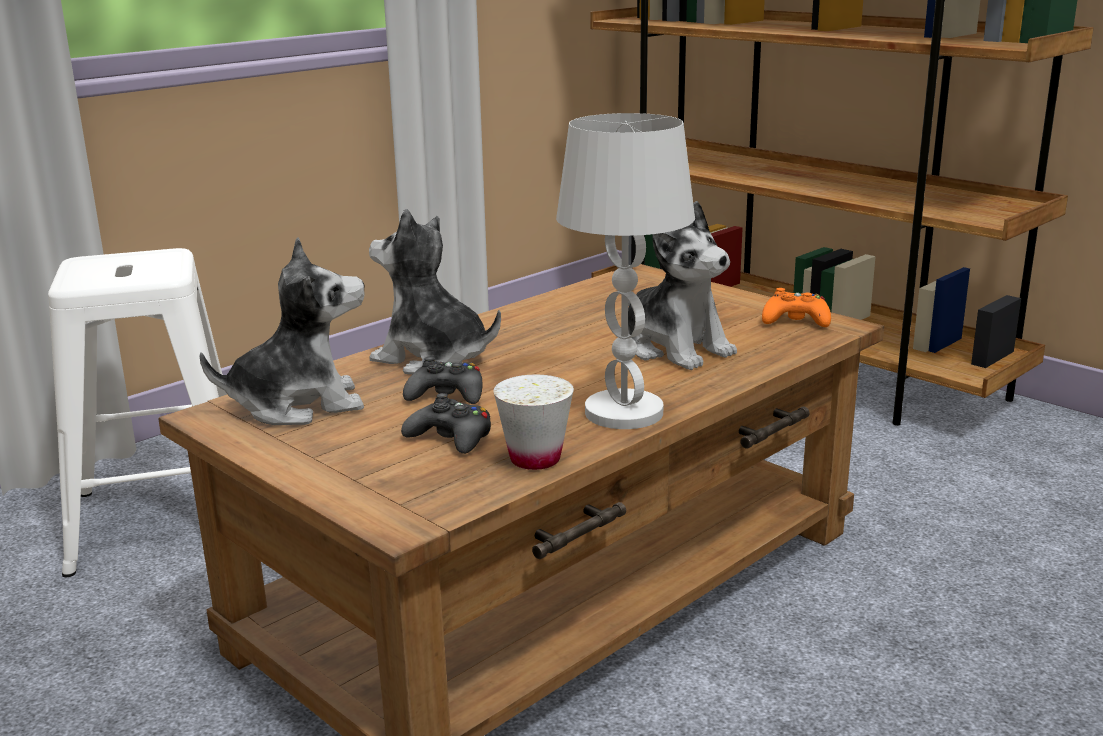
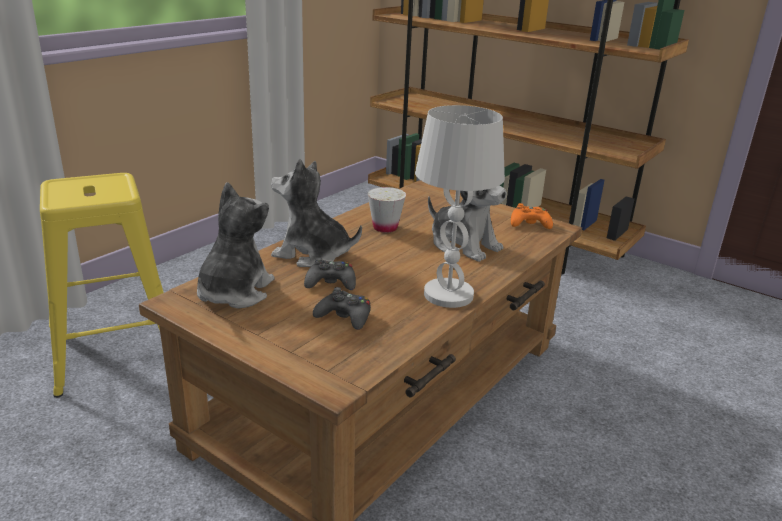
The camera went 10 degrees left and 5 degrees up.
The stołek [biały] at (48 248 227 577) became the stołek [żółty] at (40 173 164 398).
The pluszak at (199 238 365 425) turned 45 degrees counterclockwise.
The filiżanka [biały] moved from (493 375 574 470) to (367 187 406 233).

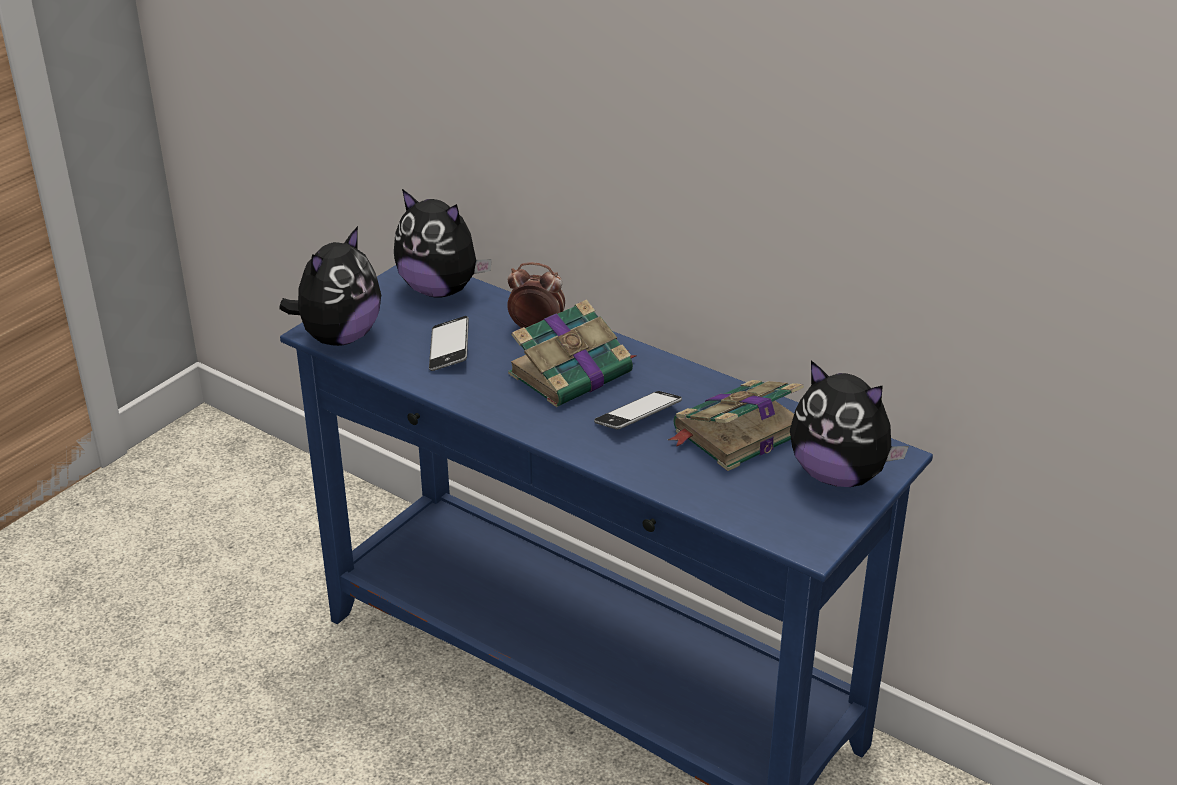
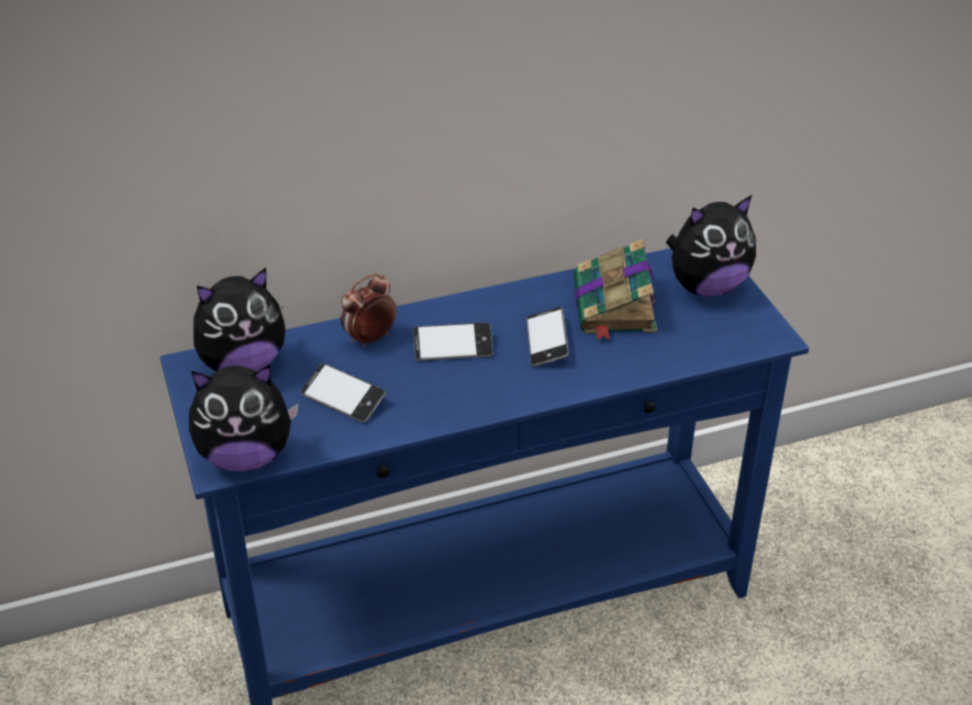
The camera went 55 degrees left and 5 degrees up.
The pluszak at (279 226 381 346) turned 105 degrees clockwise.
The książka at (508 299 637 407) was replaced by the telefon at (413 322 493 361).

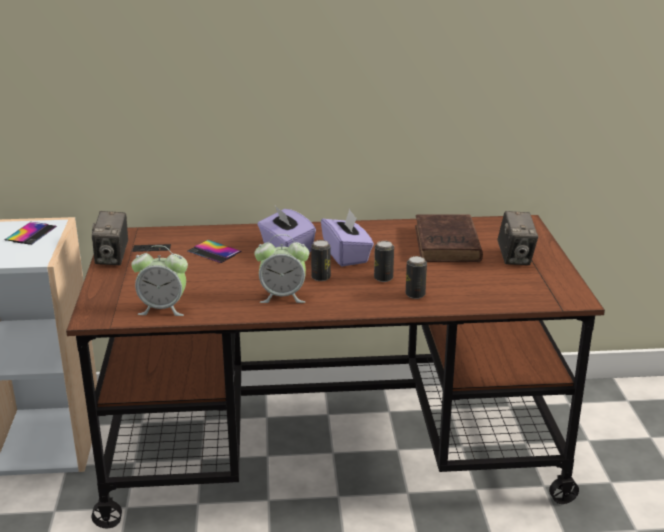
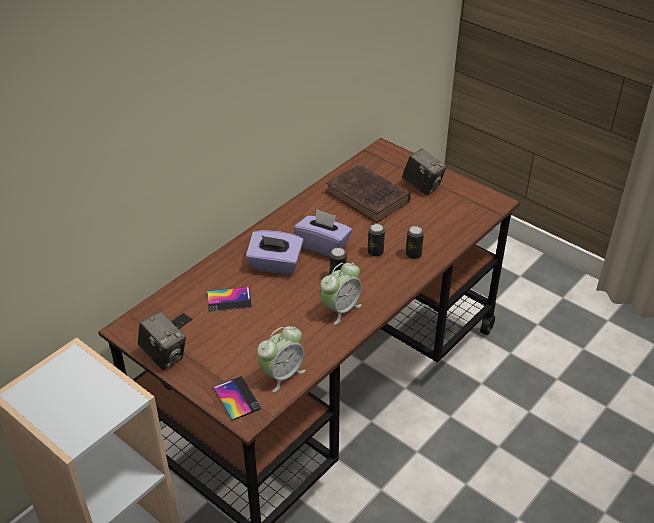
The camera went 45 degrees left and 15 degrees up.
The telefon moved from (5 222 57 245) to (213 376 262 420).

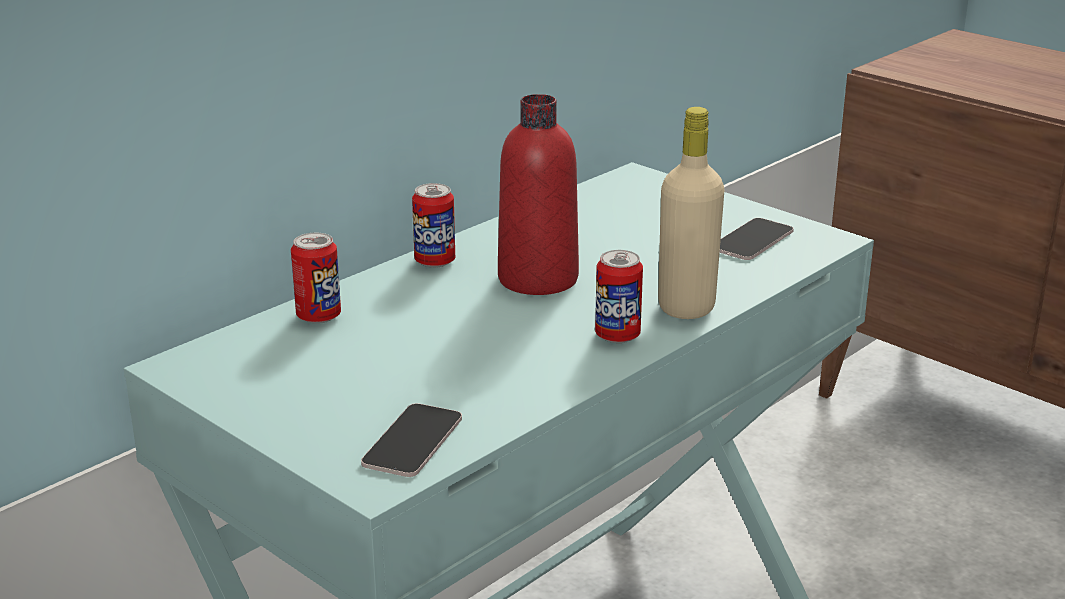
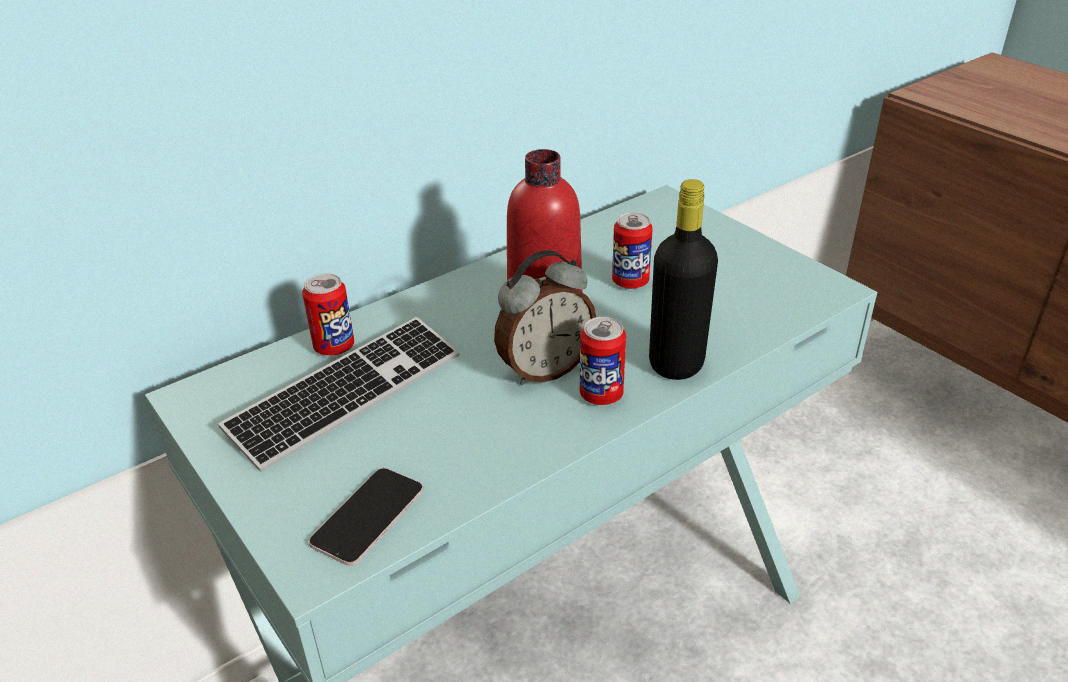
The camera went 10 degrees right and 10 degrees up.
The klawiatura at (219 317 459 472) appeared.
The budzik at (494 250 596 385) appeared.
The puszka moved from (412 183 455 268) to (612 212 653 289).
The butelka [beżowy] at (658 107 725 319) became the butelka [czarny] at (649 179 718 380).
The telefon at (720 218 794 260) disappeared.

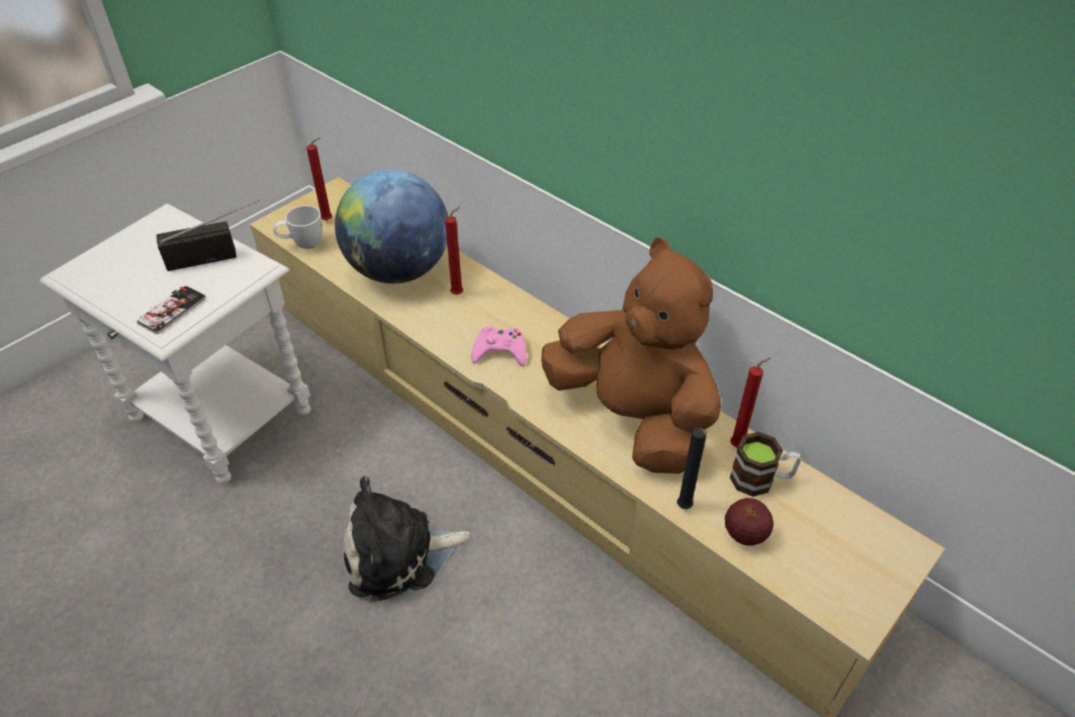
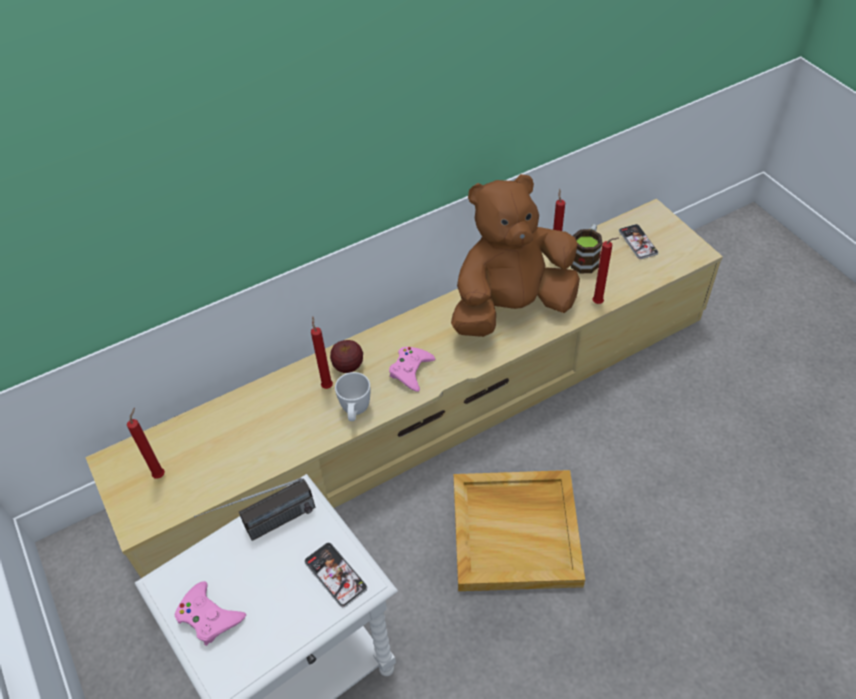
The camera went 70 degrees left and 5 degrees up.
The pad do gier [różowy] at (175 581 246 646) appeared.
The radio at (156 200 260 271) turned 120 degrees counterclockwise.
The jabłko moved from (725 498 774 546) to (330 340 363 373).
The kubek [biały] moved from (273 205 322 249) to (335 372 370 421).
The pluszak at (343 476 470 602) was replaced by the taca [beżowy] at (454 470 585 591).
The świeca [czarny] at (677 427 707 509) became the świeca [czerwony] at (592 237 619 304).
The telefon at (619 224 658 259) appeared.
The globus at (335 170 448 284) disappeared.

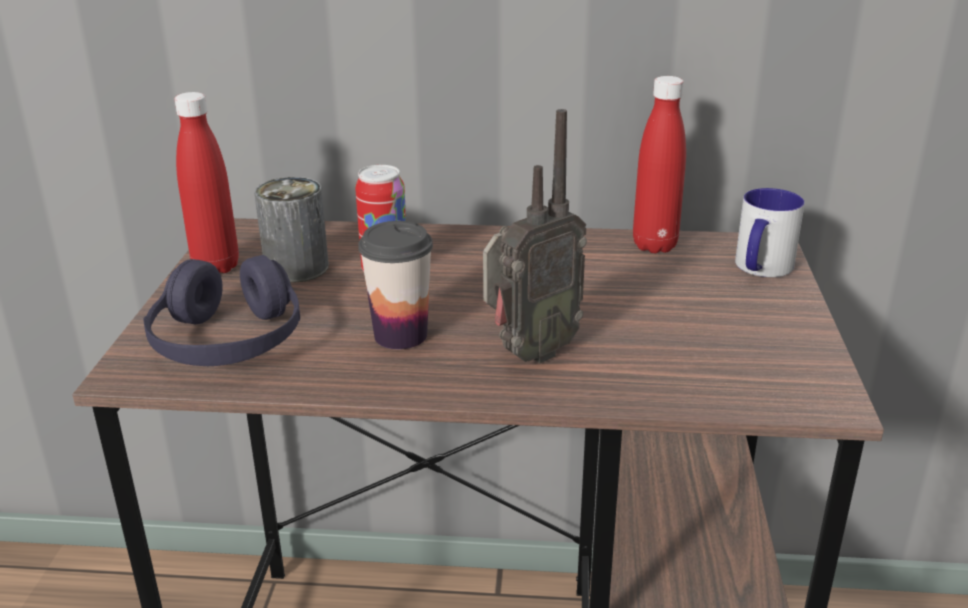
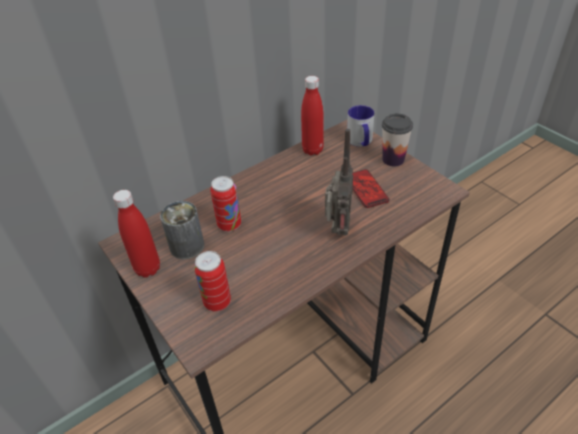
The camera went 40 degrees left and 15 degrees up.
The słuchawki [fioletowy] at (143 255 300 366) was replaced by the puszka at (194 251 231 312).
The telefon at (352 169 390 208) appeared.
The filiżanka moved from (358 221 433 349) to (382 114 413 166).

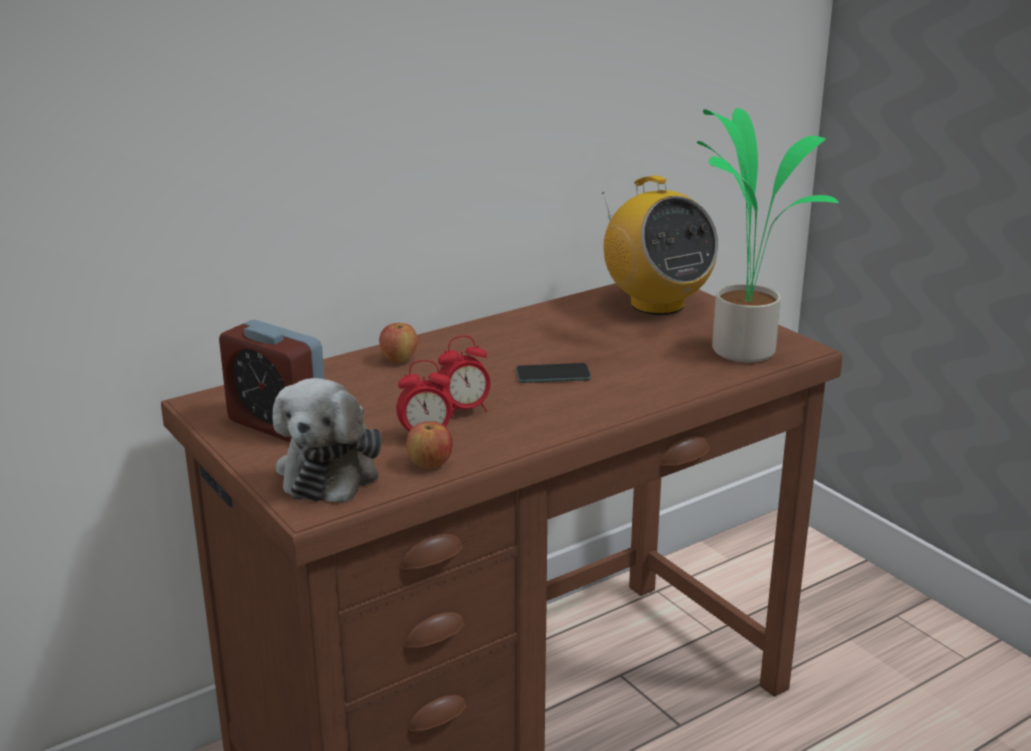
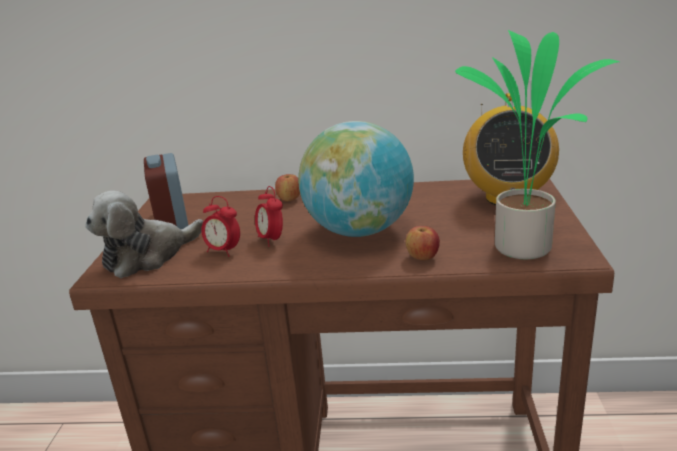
The camera went 40 degrees right and 0 degrees up.
The budzik at (438 336 490 417) turned 45 degrees clockwise.
The telefon at (516 363 591 383) was replaced by the globus at (298 121 414 237).
The jabłko moved from (406 421 453 468) to (405 226 440 260).

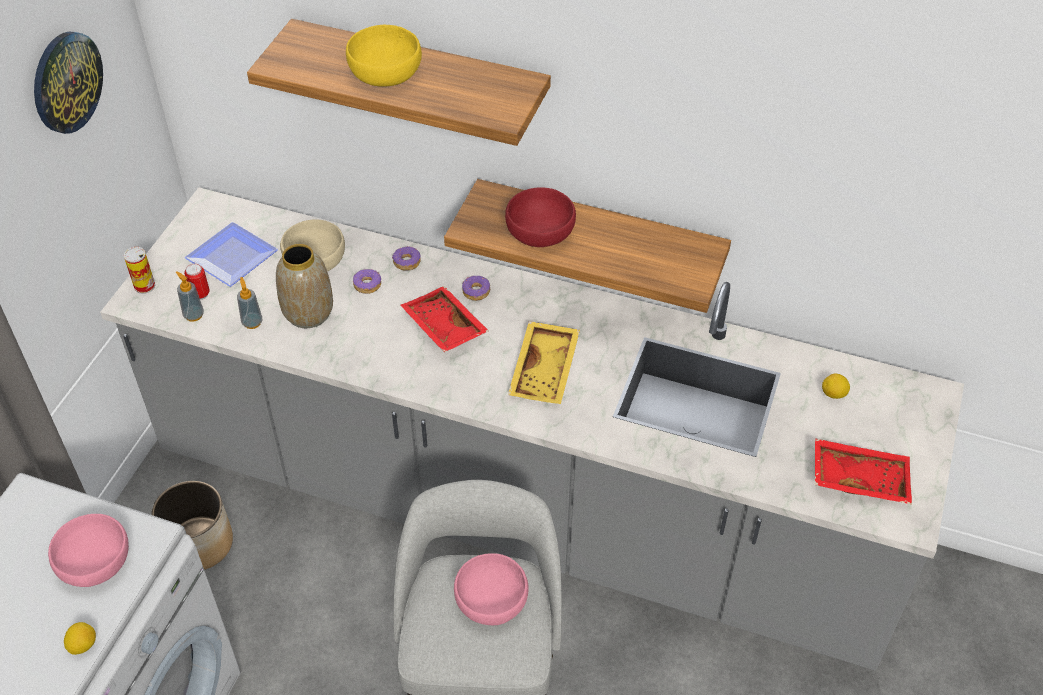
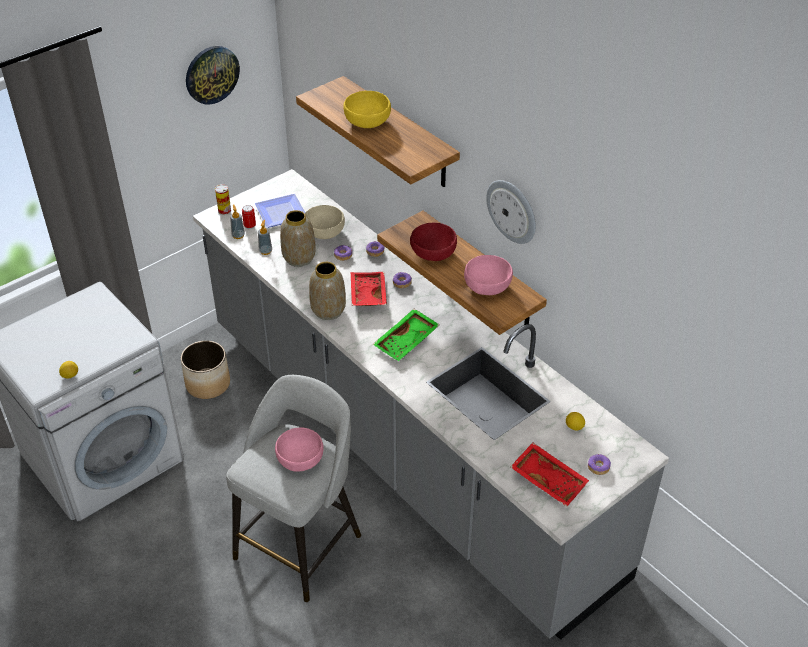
The camera went 30 degrees right and 5 degrees down.
The wazon at (309 262 346 320) appeared.
The taca [żółty] at (508 321 580 404) became the taca [zielony] at (373 309 439 361).
The miska [różowy] moved from (48 514 129 587) to (464 255 513 295).
The zegar ścienny at (486 180 536 244) appeared.
The donut at (588 454 611 475) appeared.

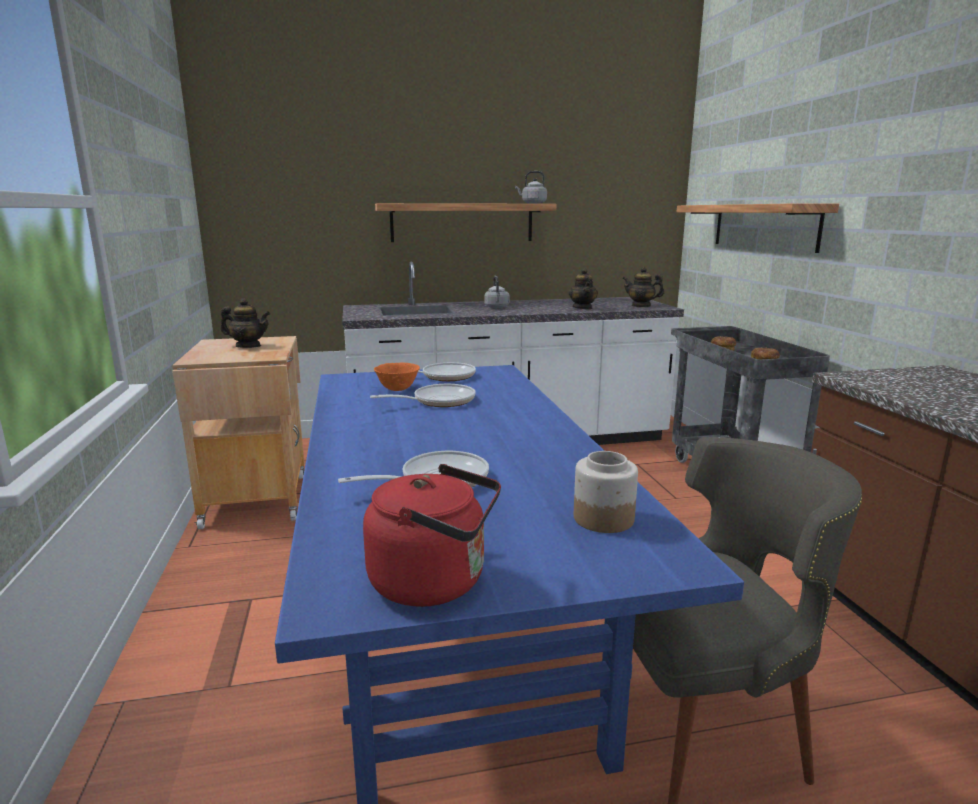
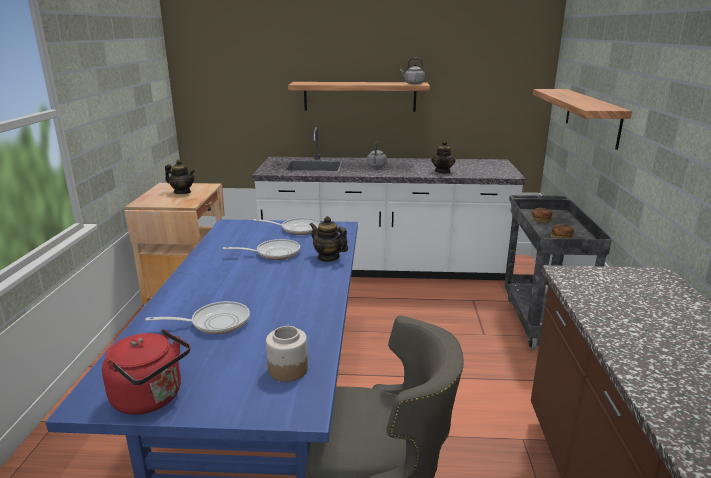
The camera went 15 degrees right and 5 degrees up.
The imbryk moved from (622 267 665 307) to (309 216 348 262).
The miska [pomarańczowy] at (374 362 420 391) disappeared.

